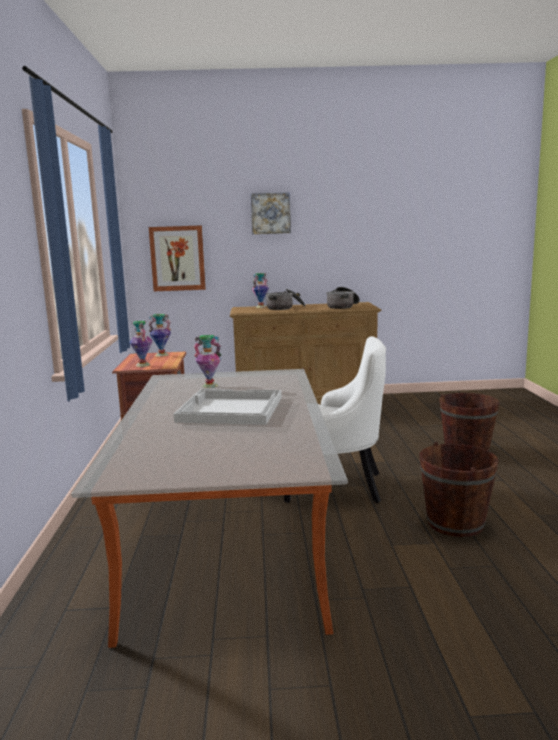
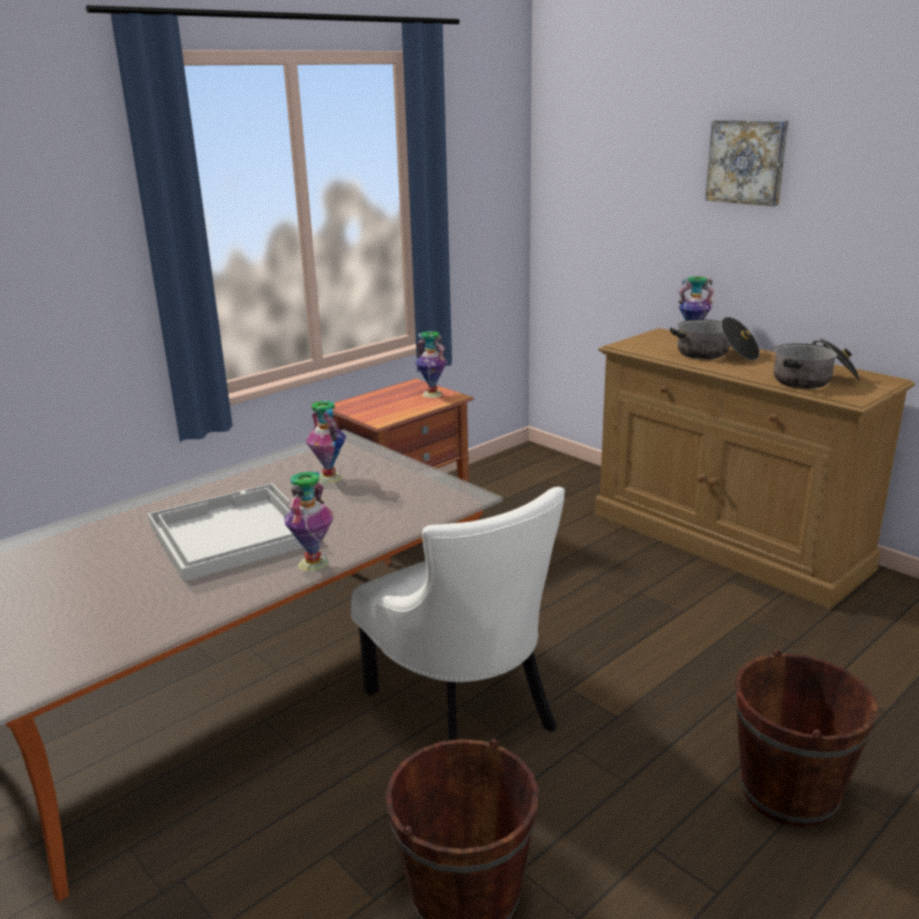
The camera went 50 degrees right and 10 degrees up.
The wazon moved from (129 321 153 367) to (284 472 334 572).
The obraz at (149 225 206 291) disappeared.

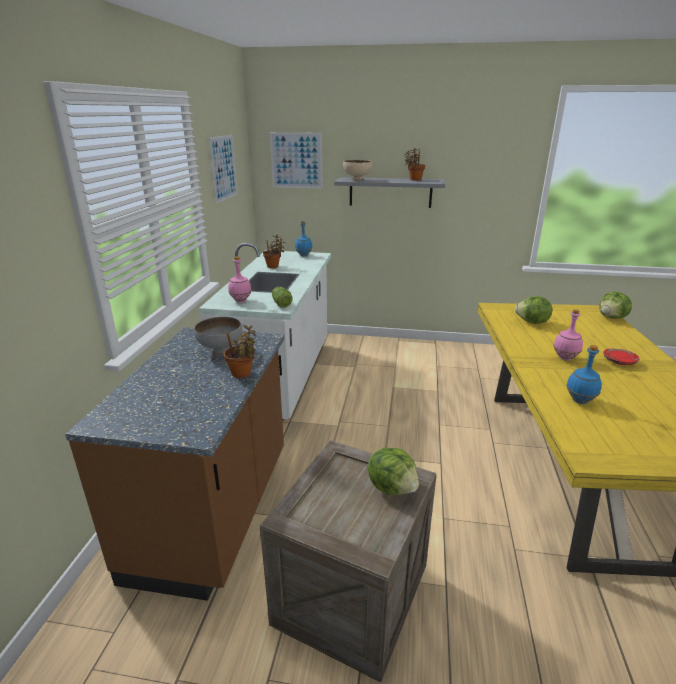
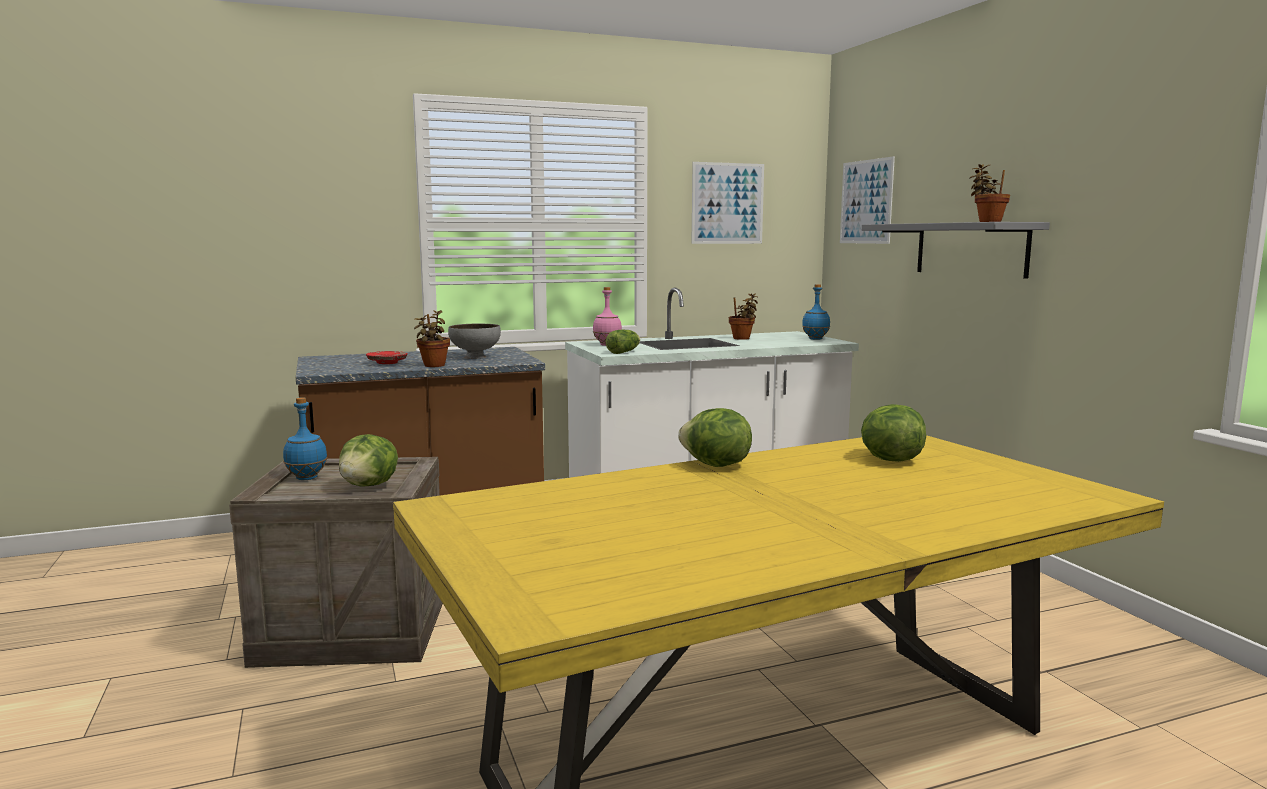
The camera went 60 degrees right and 15 degrees down.
The butelka [niebieski] moved from (566 345 602 404) to (283 397 328 480).
The talerz [czerwony] moved from (603 348 639 365) to (366 351 407 364).
The sałata moved from (599 292 632 319) to (678 408 752 467).
The miska [beżowy] at (343 160 373 181) disappeared.
The butelka [różowy] at (553 309 583 361) disappeared.

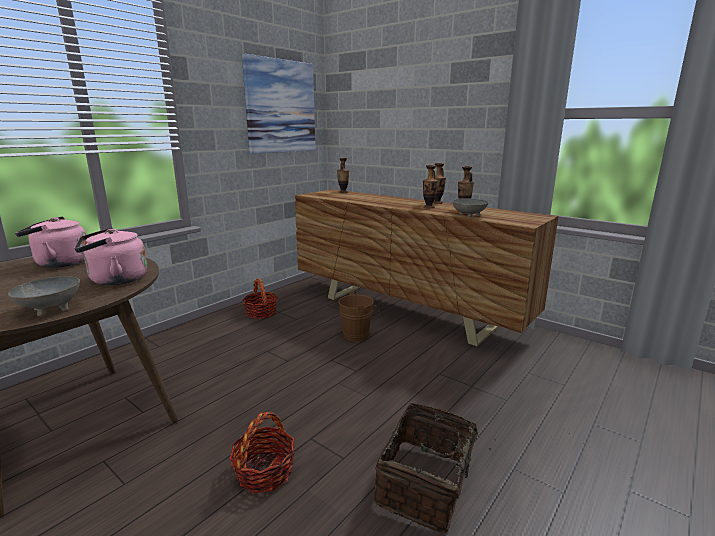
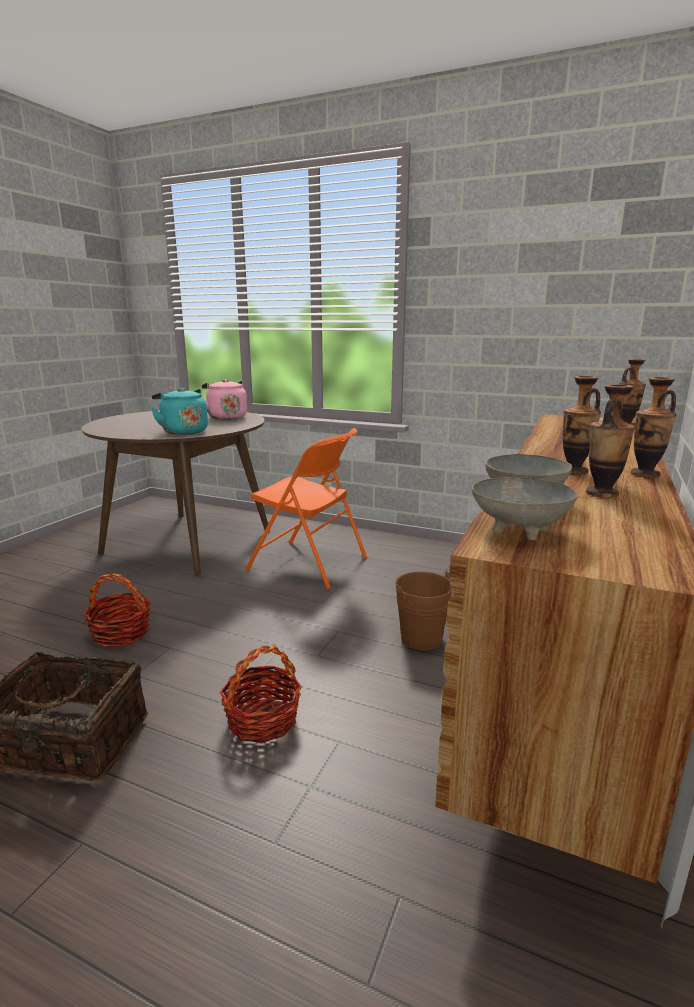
The camera went 75 degrees right and 0 degrees up.
The czajnik [różowy] at (74 228 147 285) became the czajnik [turkusowy] at (151 388 208 435).
The koszyk moved from (242 279 278 319) to (220 645 302 743).
The krzesło [pomarańczowy] at (245 428 367 590) appeared.
The miska [szary] moved from (8 276 80 316) to (472 477 578 540).
The obraz at (242 53 316 154) disappeared.

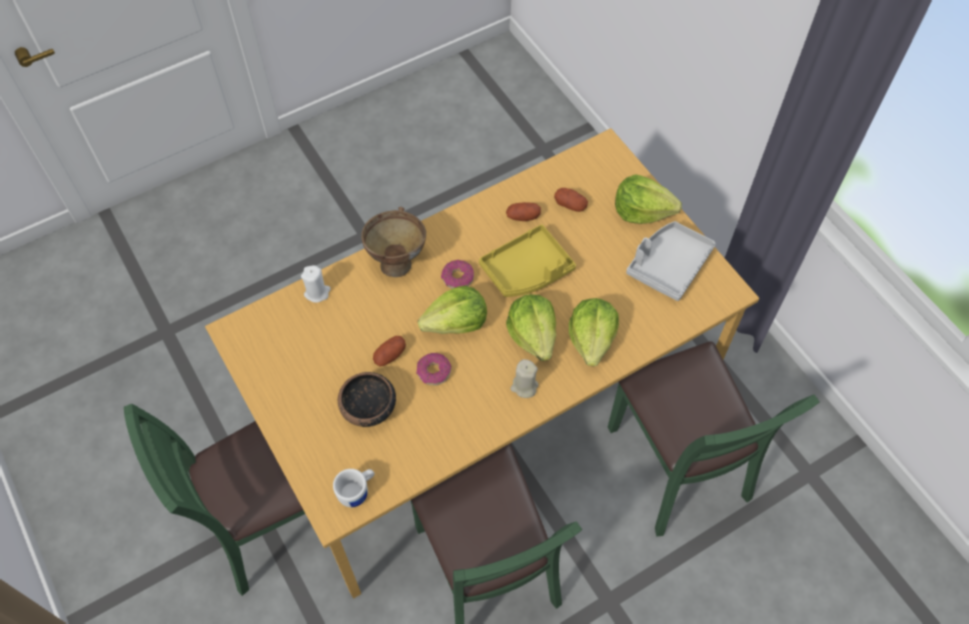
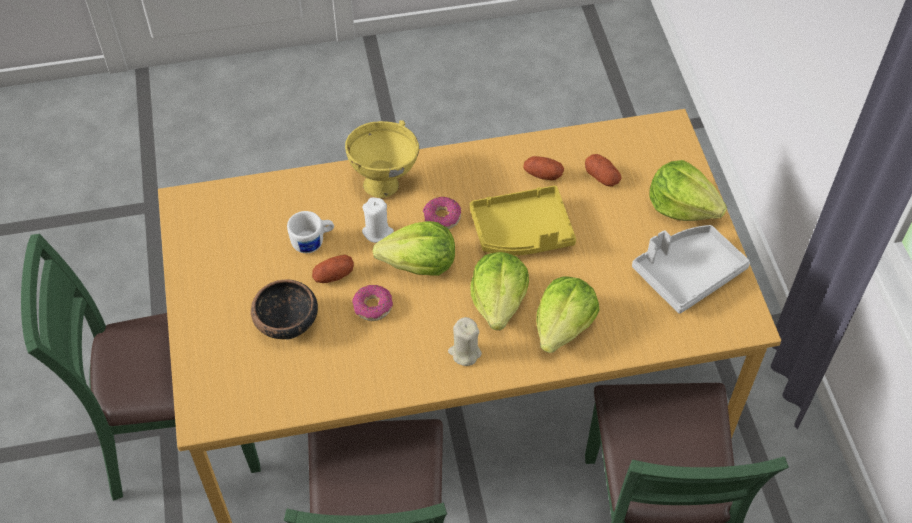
The camera went 20 degrees right and 5 degrees down.
The kubek [biały] moved from (333 469 374 507) to (287 211 334 253).
The miska [brązowy] at (361 207 426 277) became the miska [żółty] at (345 120 419 198).
The świeca [biały] moved from (301 265 330 303) to (362 197 394 243).

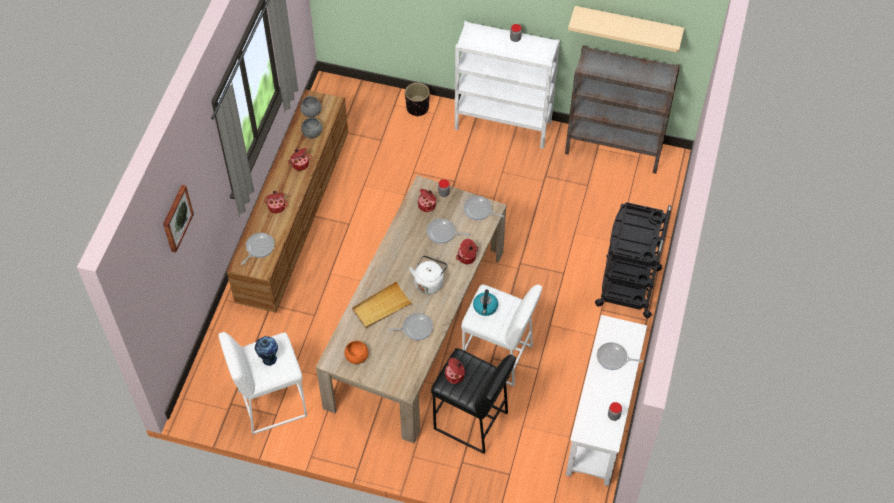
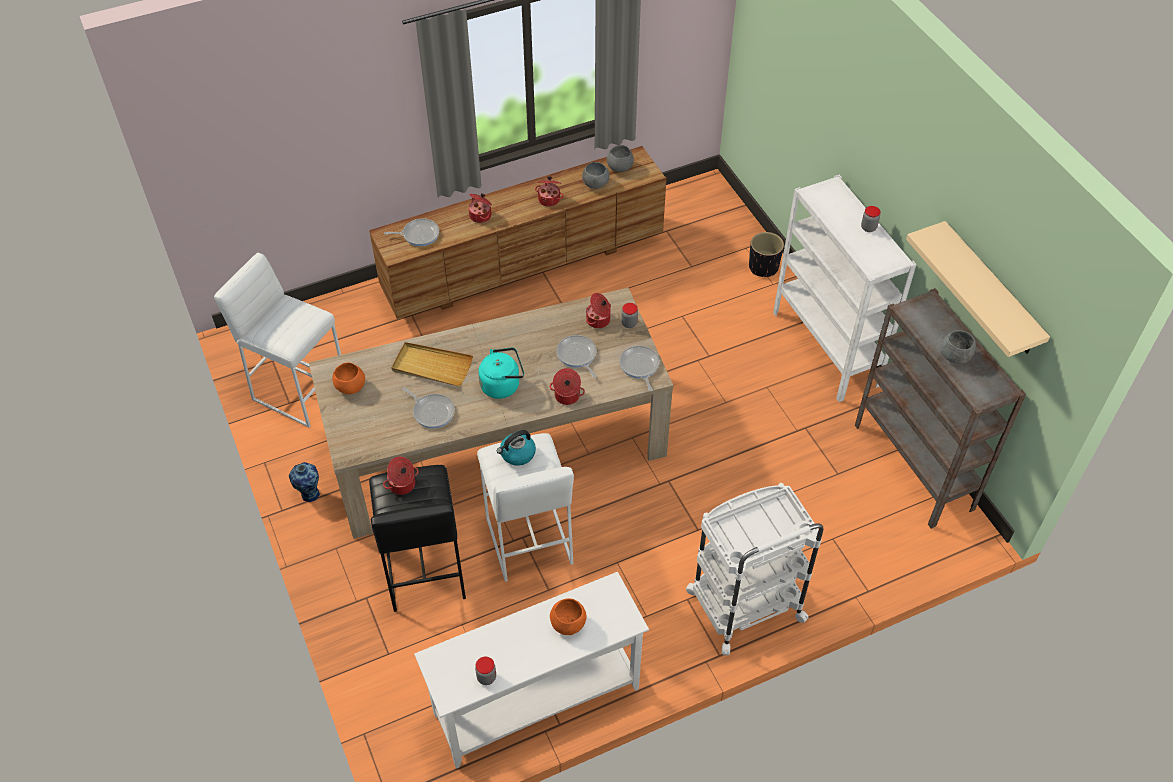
The camera went 50 degrees right and 5 degrees down.
The wazon moved from (255 336 278 366) to (289 462 320 502).
The czajnik [biały] at (409 255 447 294) became the czajnik [turkusowy] at (478 347 524 399).
The patelnia at (597 342 643 370) was replaced by the miska [pomarańczowy] at (550 598 586 635).
The wózek [czarny] at (595 202 671 318) became the wózek [biały] at (686 483 824 655).
The miska [szary] at (940 330 976 364) appeared.
The obraz at (163 185 194 253) disappeared.

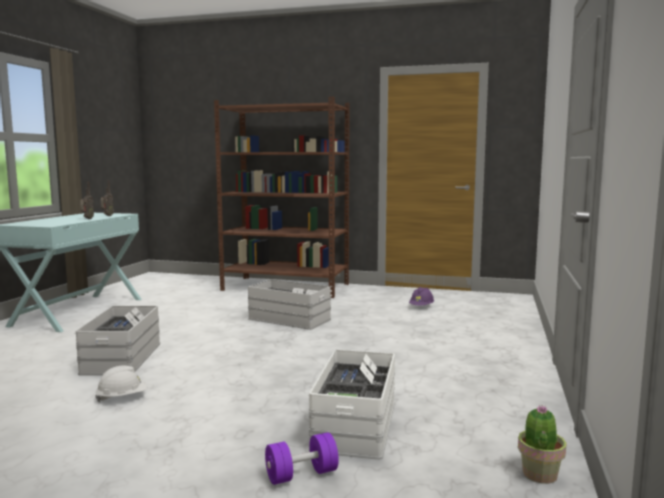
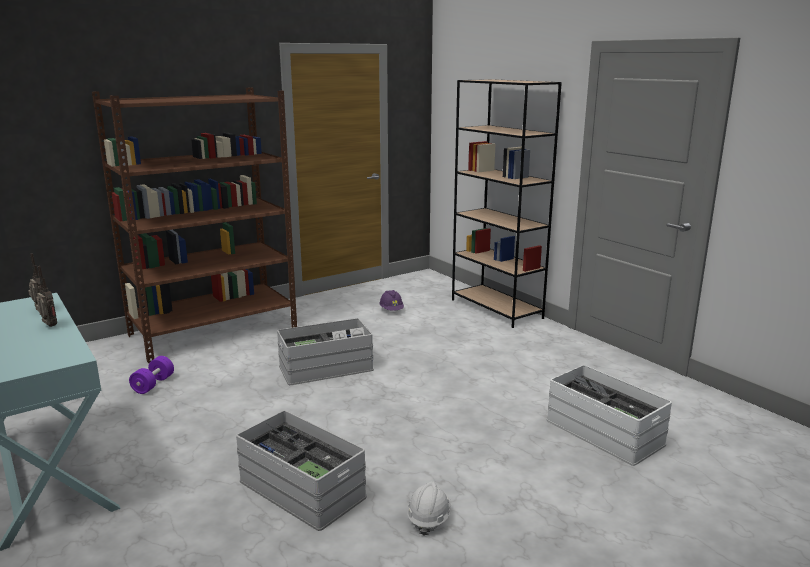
The camera went 50 degrees left and 10 degrees up.
The hantel [fioletowy] moved from (265 432 339 485) to (129 356 174 394).
The regał [beżowy] at (452 79 562 328) appeared.
The roślina doniczkowa at (518 405 566 484) disappeared.

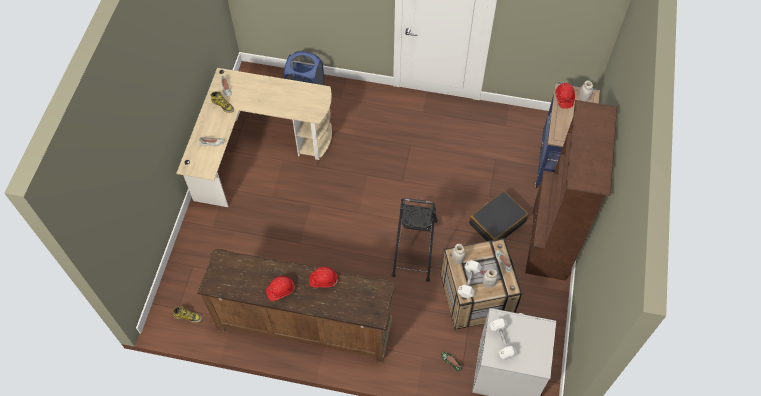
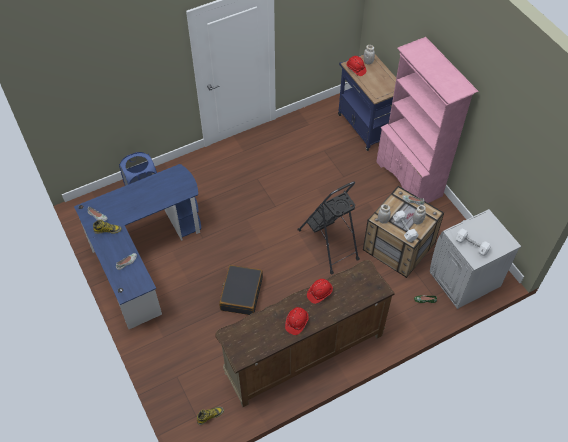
The camera went 40 degrees left and 5 degrees down.
The biurko [beżowy] at (176 68 332 207) became the biurko [niebieski] at (74 164 201 329).
The walizka [czarny] moved from (469 191 529 241) to (219 265 263 315).
The regał [brązowy] at (525 100 617 281) became the regał [różowy] at (376 37 479 203).

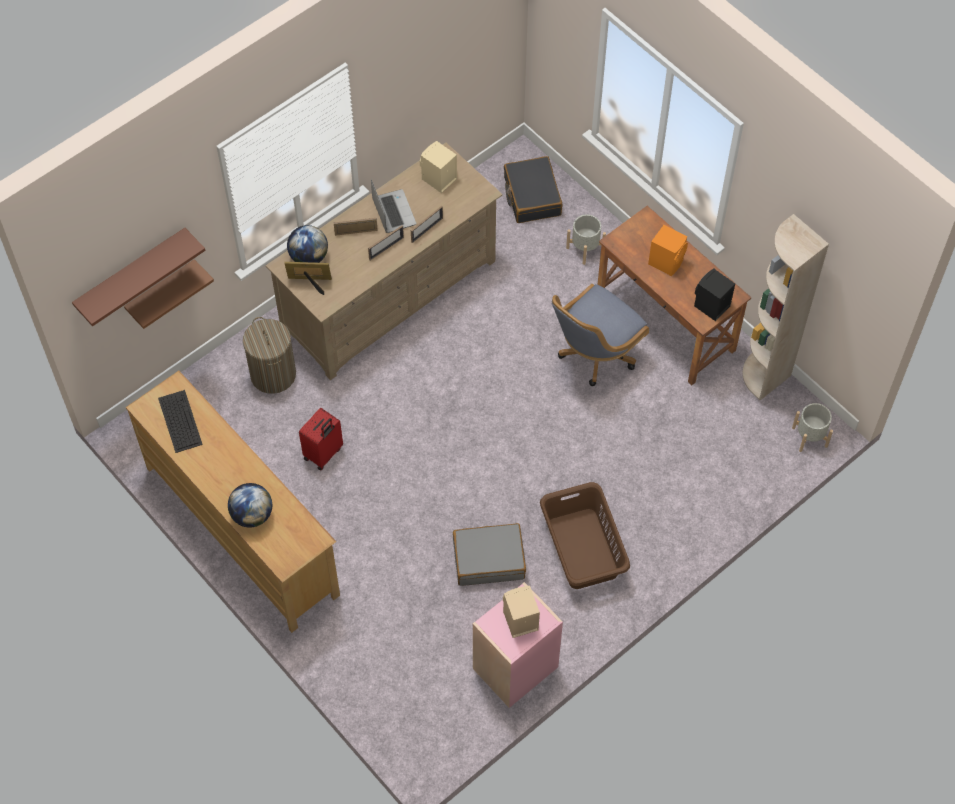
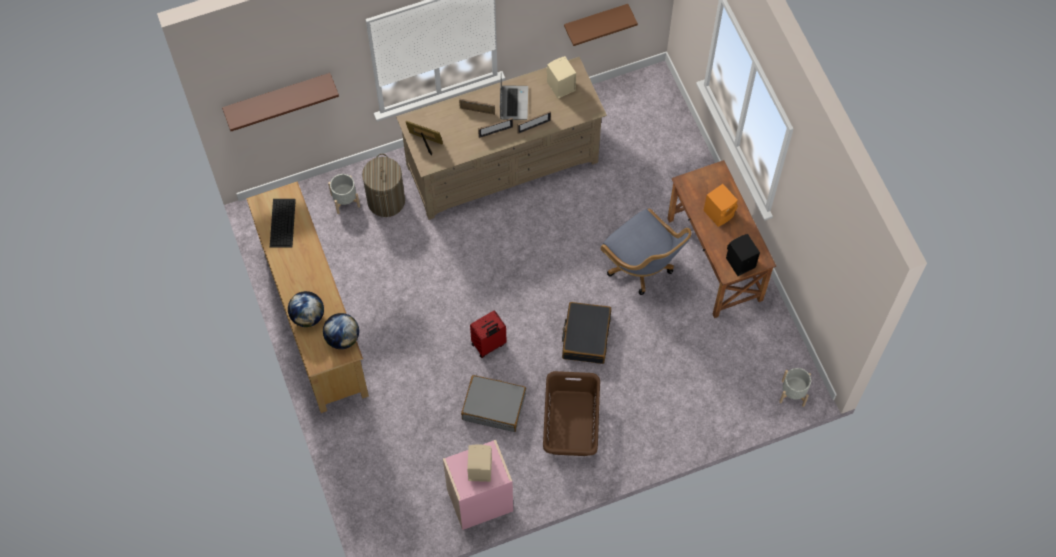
The camera went 20 degrees right and 5 degrees up.
The globus moved from (287 225 328 263) to (323 313 359 349).
The donica [szary] moved from (566 214 606 265) to (328 174 360 214).
The walizka [czerwony] moved from (299 408 343 470) to (470 310 507 358).
The walizka [czarny] moved from (504 156 563 223) to (562 302 611 364).
The półka [brązowy] moved from (124 259 214 329) to (564 4 638 46).
The krzesło biurowe [niebieski] at (552 284 649 386) turned 105 degrees counterclockwise.
The regał [beżowy] at (743 214 829 400) disappeared.

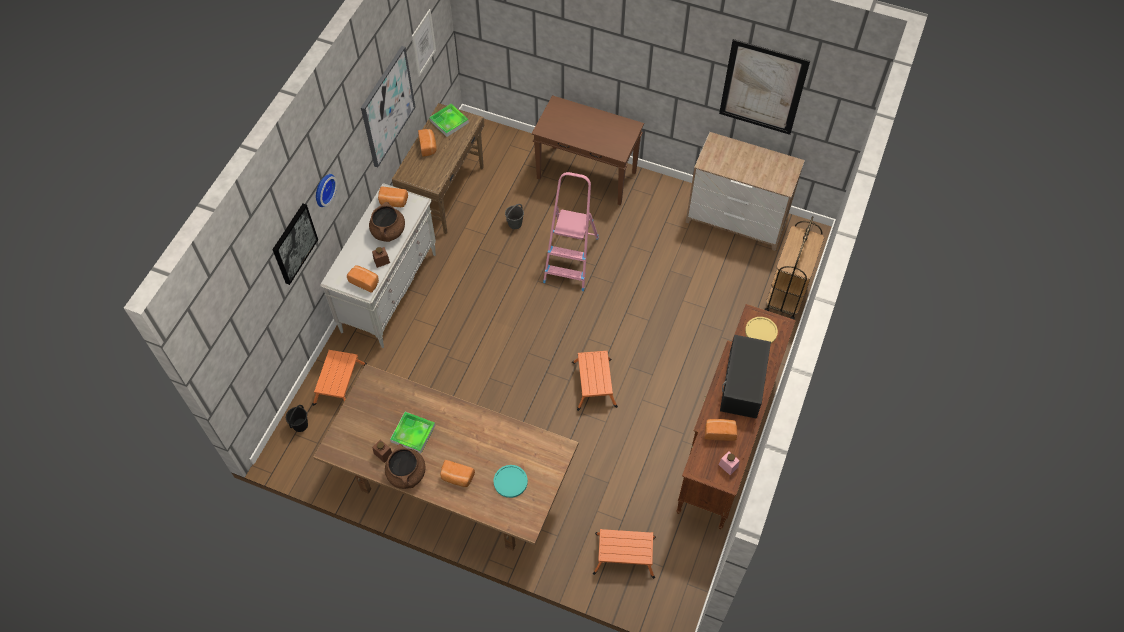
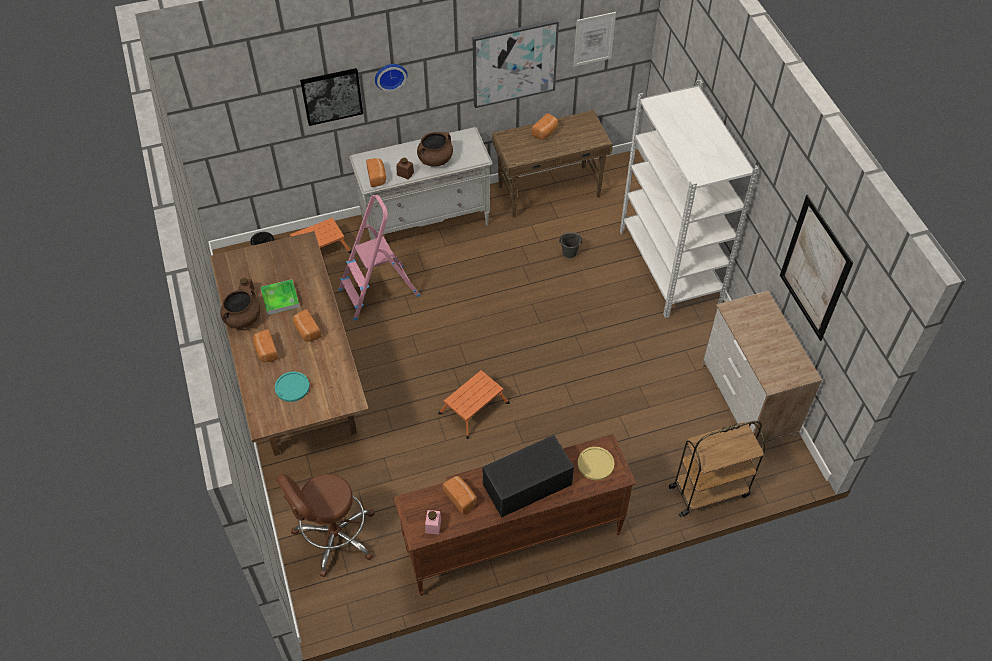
The camera went 50 degrees right and 5 degrees down.
The drabinka [pomarańczowy] at (593 529 656 579) was replaced by the stołek [brązowy] at (276 473 375 577).
The chleb moved from (378 186 408 207) to (293 309 321 342).
The drabinka [różowy] moved from (543 172 599 291) to (338 195 421 321).
The stolik konsolowy [brązowy] at (532 95 644 205) was replaced by the regał [biały] at (620 80 758 318).
The taca at (429 104 469 137) disappeared.

